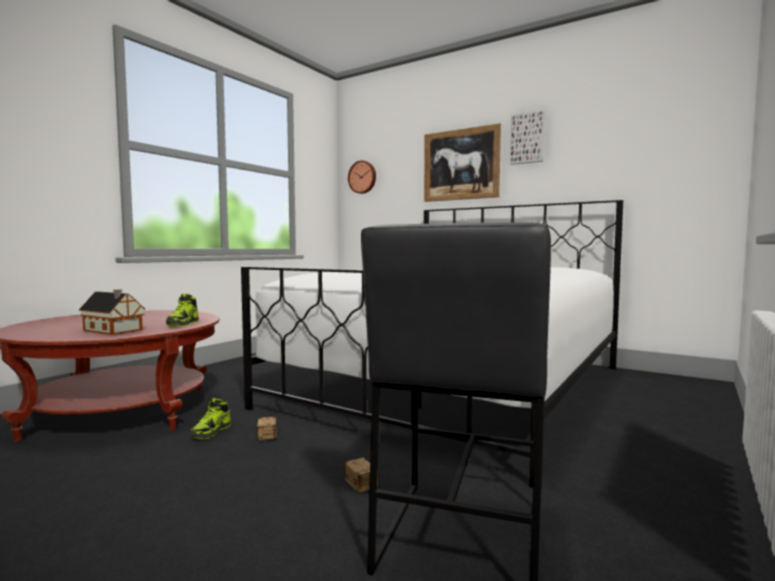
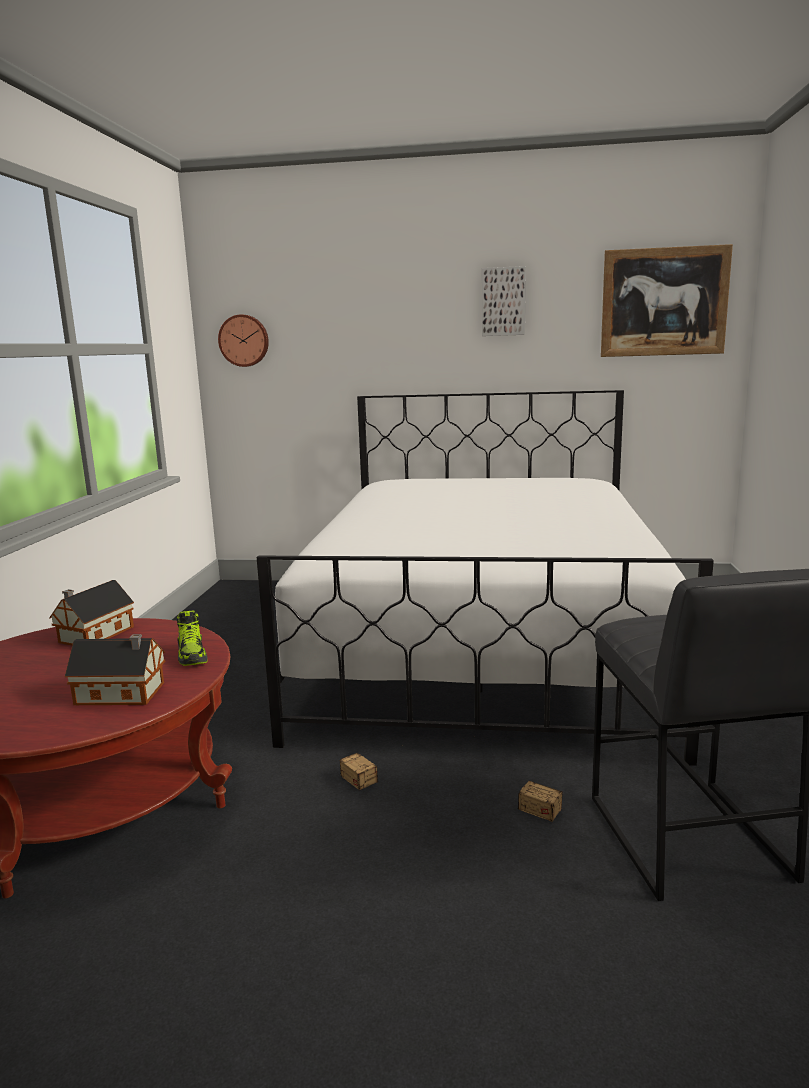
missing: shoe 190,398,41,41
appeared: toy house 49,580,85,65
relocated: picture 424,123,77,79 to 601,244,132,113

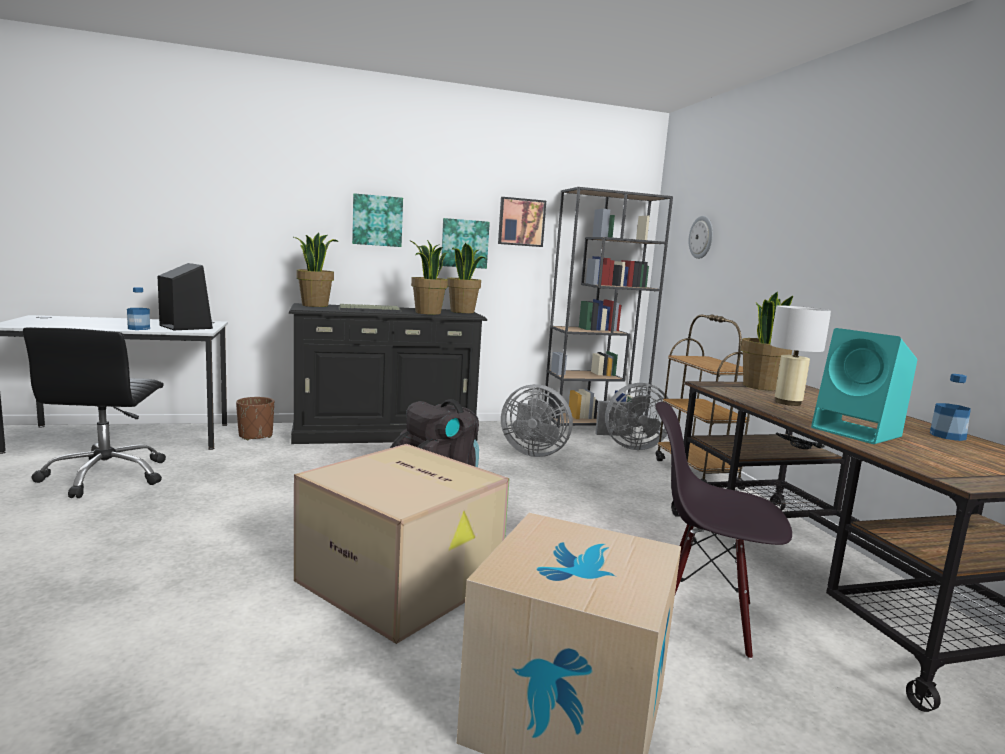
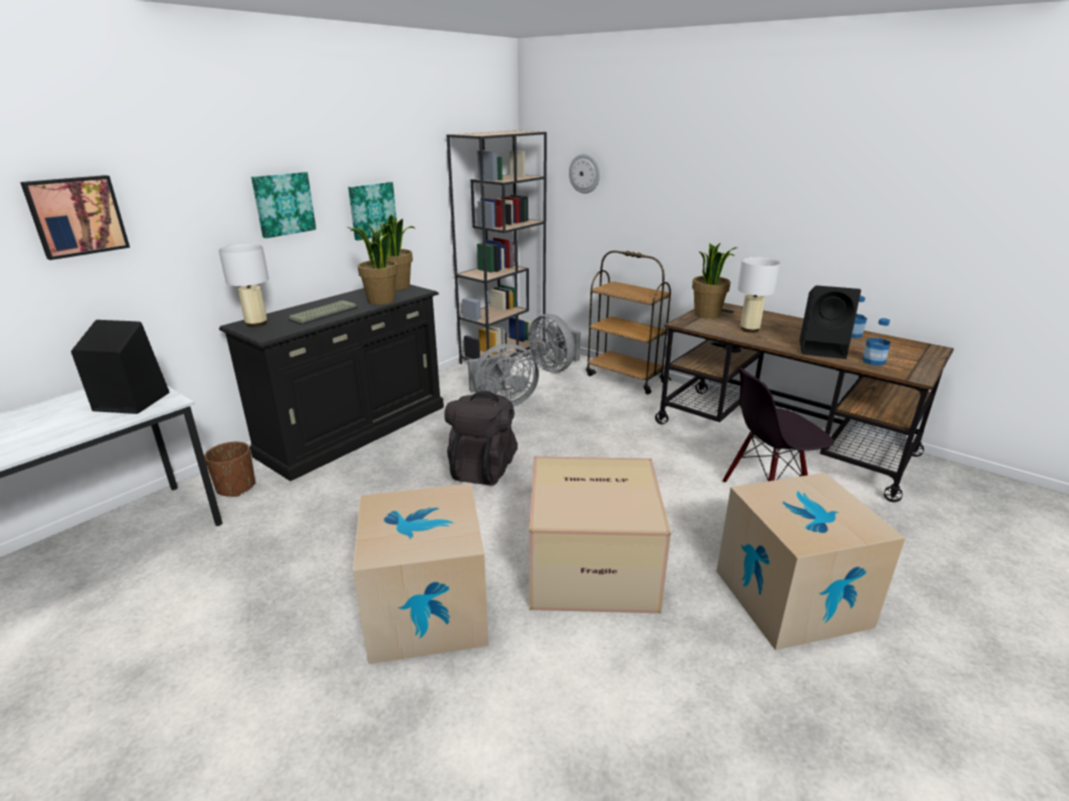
missing: black office chair 23,327,143,171
appeared: cardboard box 353,484,136,180
relocated: picture 498,197,48,50 to 20,175,110,85; bottle 127,287,23,43 to 862,318,28,48
exchanged: potted plant 294,233,45,74 to white table lamp 219,244,50,83
colour: turquoise speaker 811,328,106,116 to black speaker 799,285,62,74
spun: grey fan 595,383,77,67 = 528,314,53,59 90 degrees clockwise

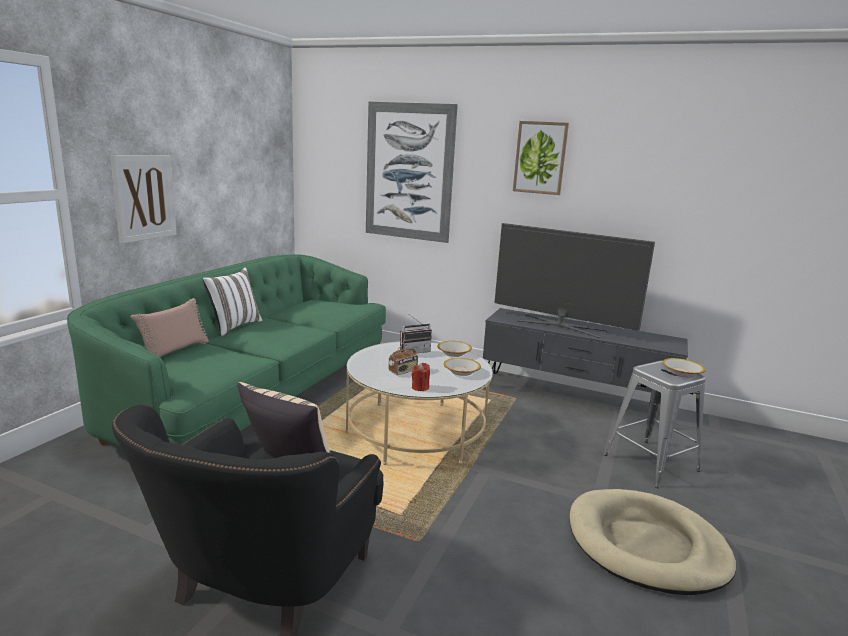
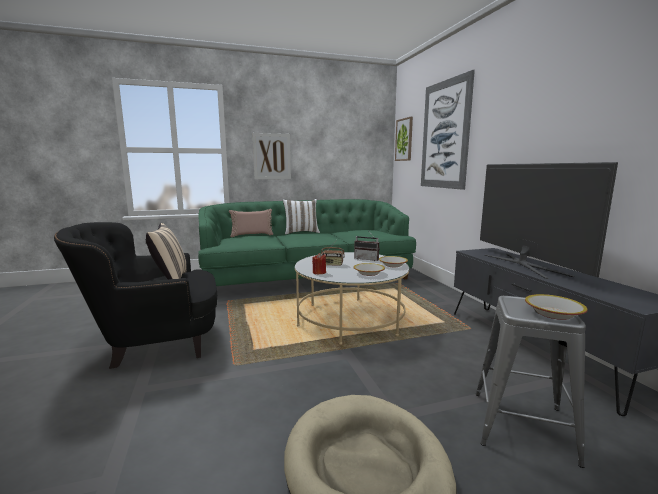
relocated: picture 513,121,56,74 to 395,117,18,44

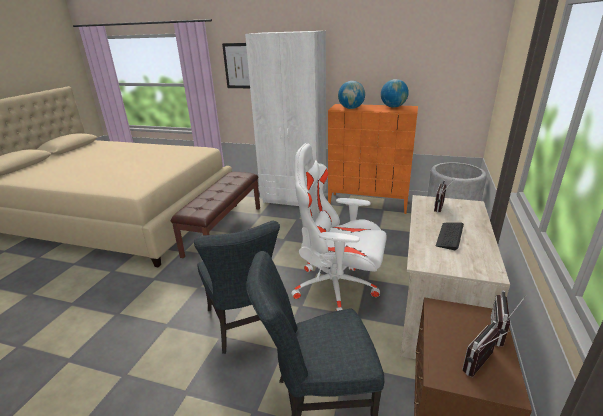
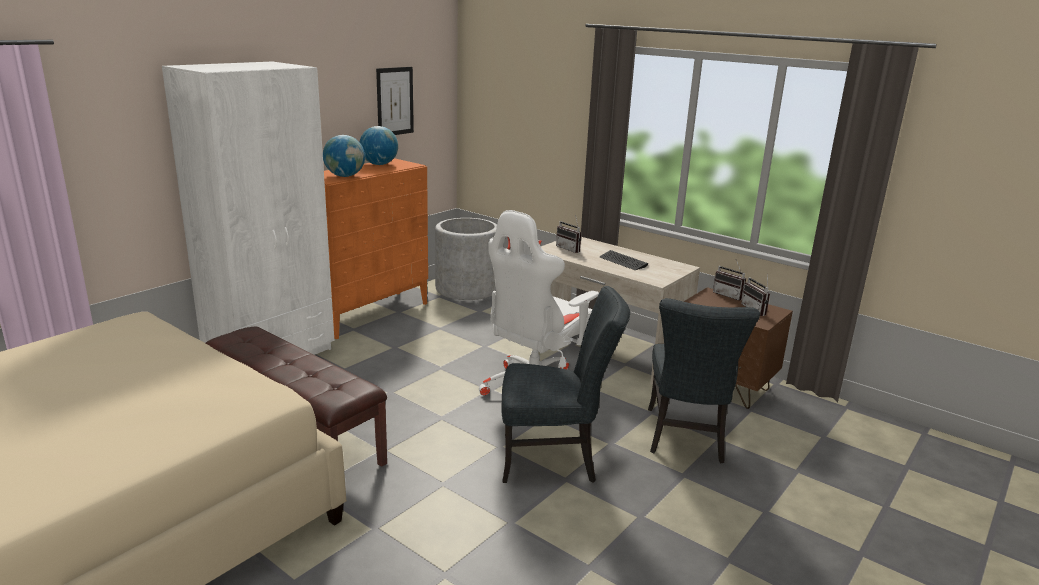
relocated: picture 222,43,28,45 to 376,67,38,68

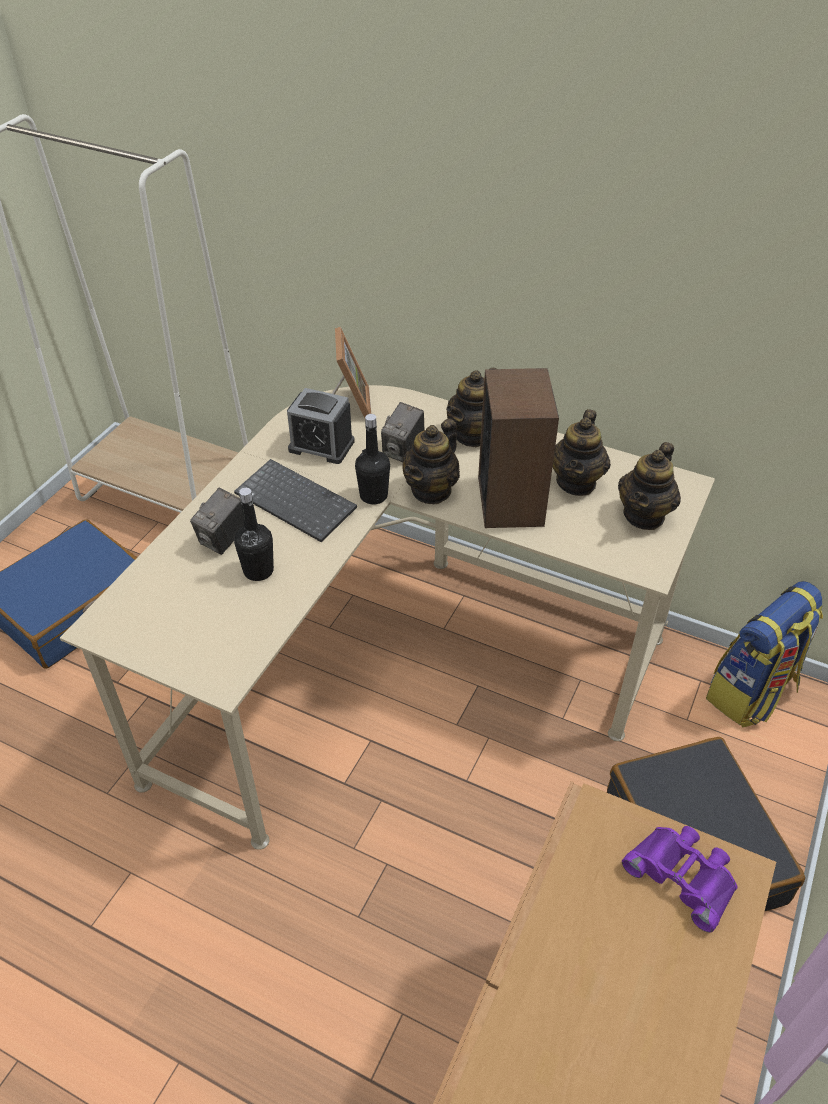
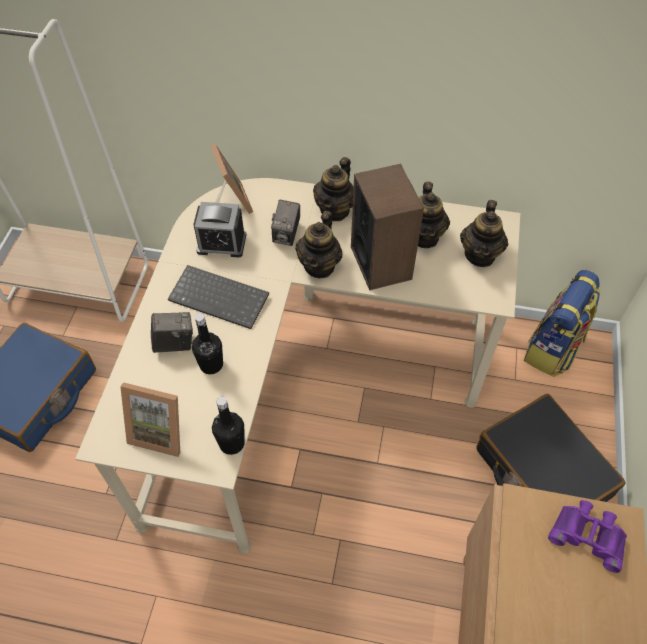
appeared: picture frame 120,382,60,75
relocated: black bottle 355,414,35,91 to 212,396,33,59
spun: photo camera 190,488,54,67 = 151,312,42,41 120 degrees counterclockwise

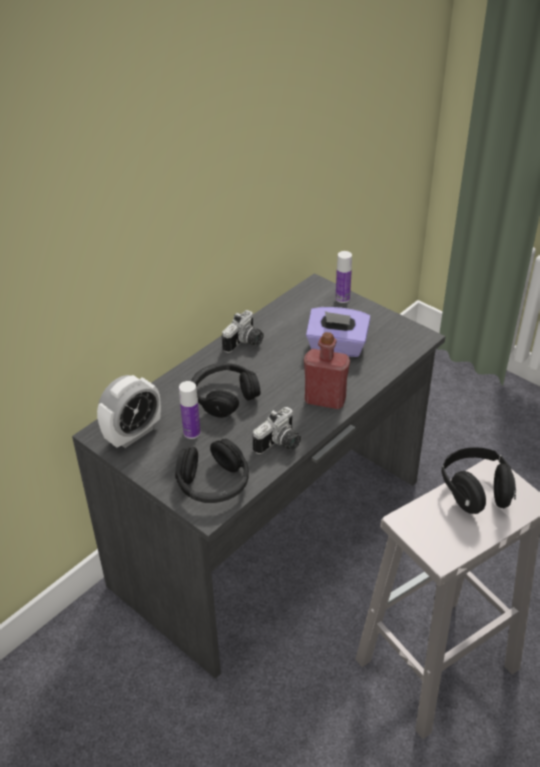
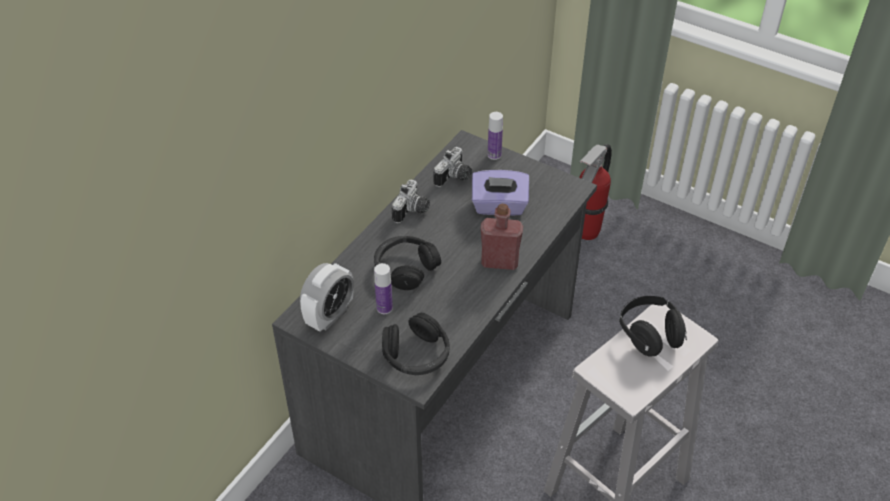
appeared: fire extinguisher 579,144,33,96
relocated: photo camera 253,407,48,47 to 433,147,39,40

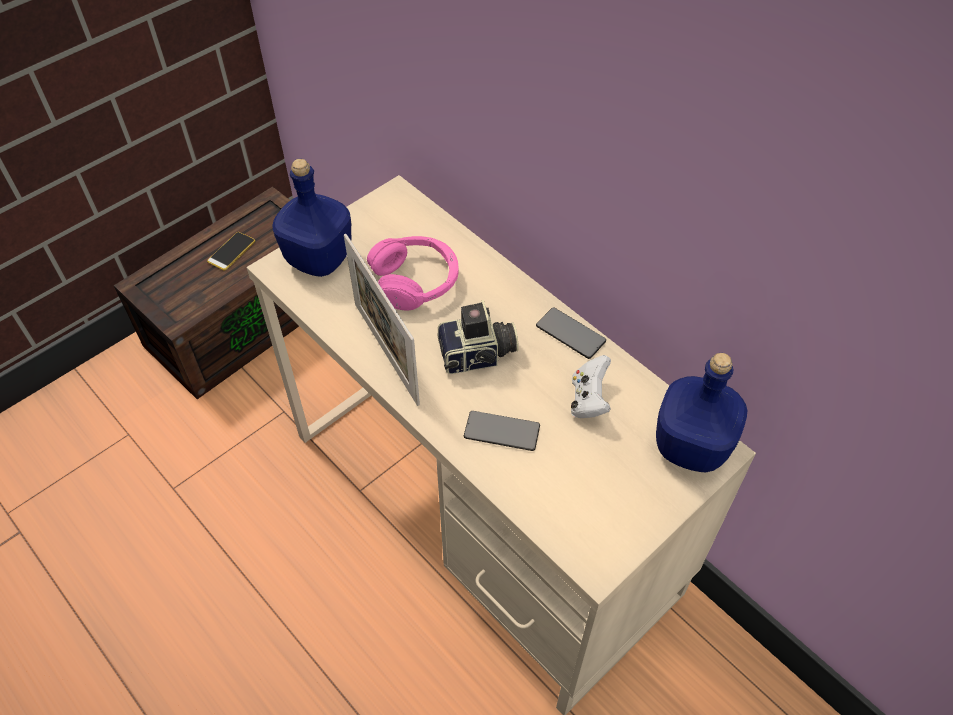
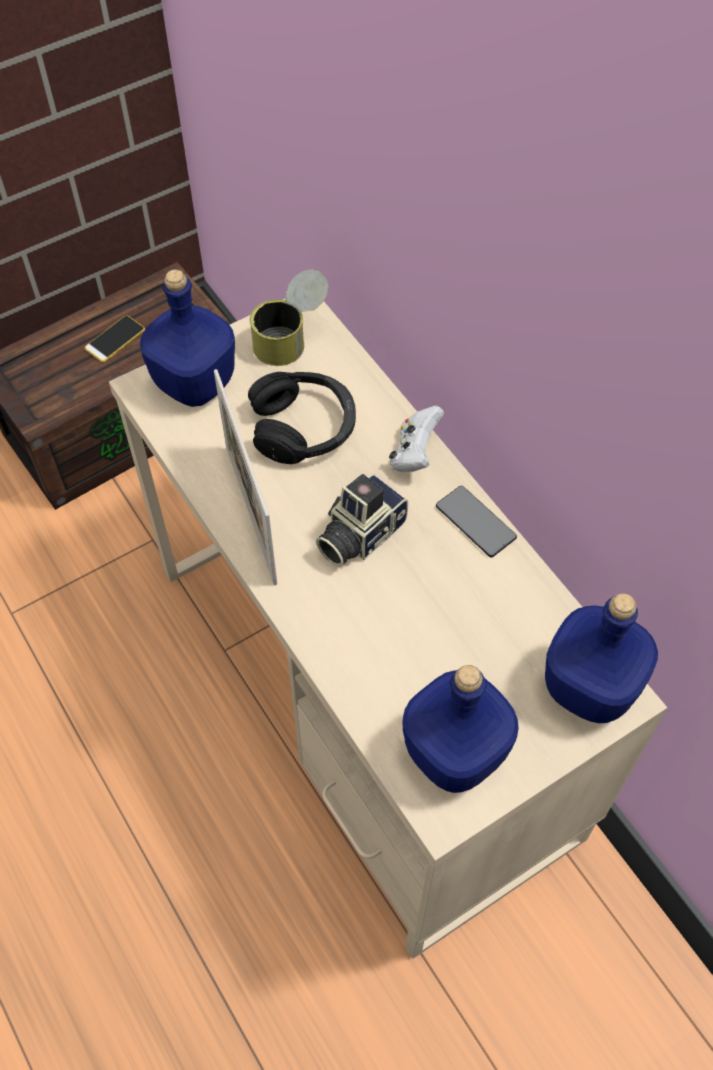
missing: phone 464,411,76,40
appeared: can 250,269,78,97; blue bottle 403,665,116,128
relocated: white game controller 571,355,40,63 to 389,406,55,66
colour: pink headphones 367,236,92,75 to black headphones 248,372,108,92
spun: photo camera 438,300,81,74 = 316,474,92,93 135 degrees clockwise

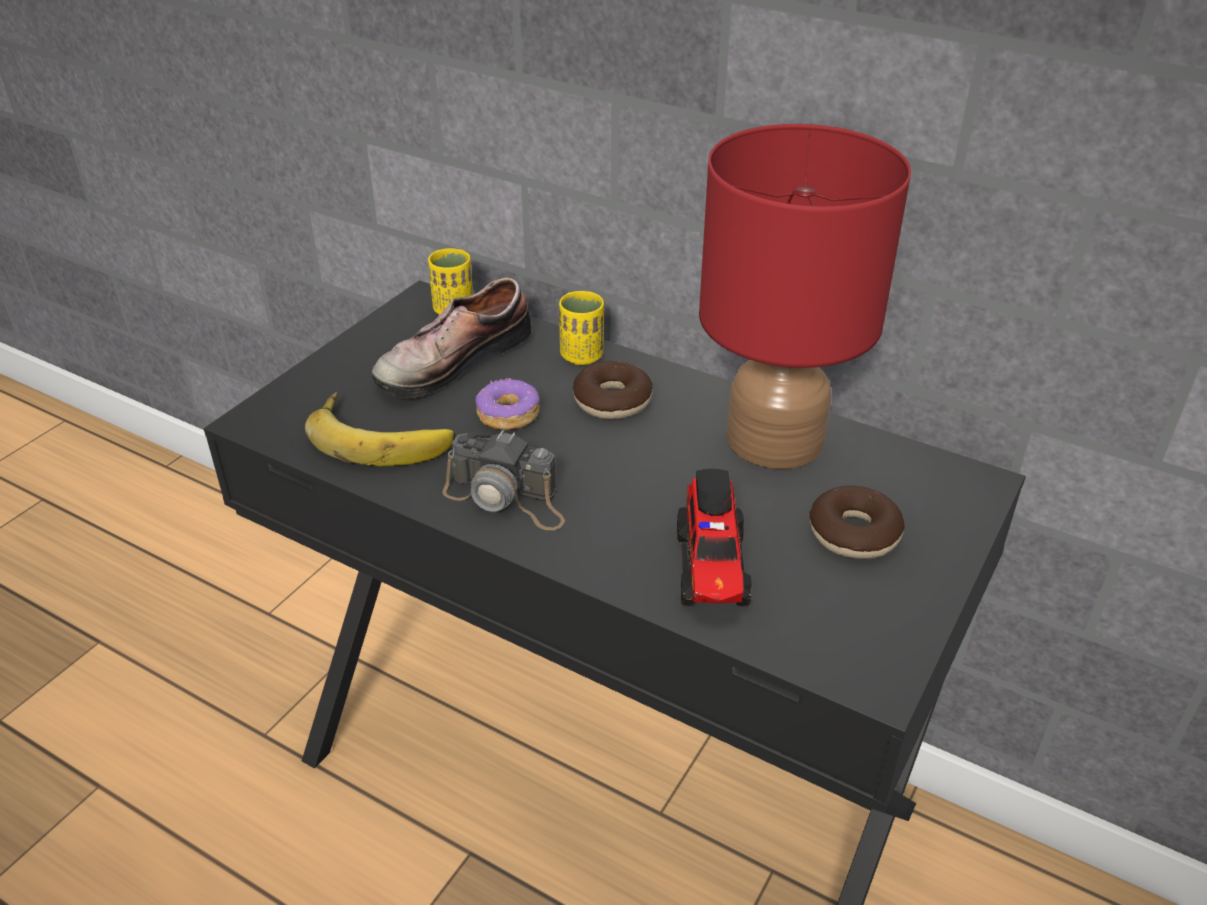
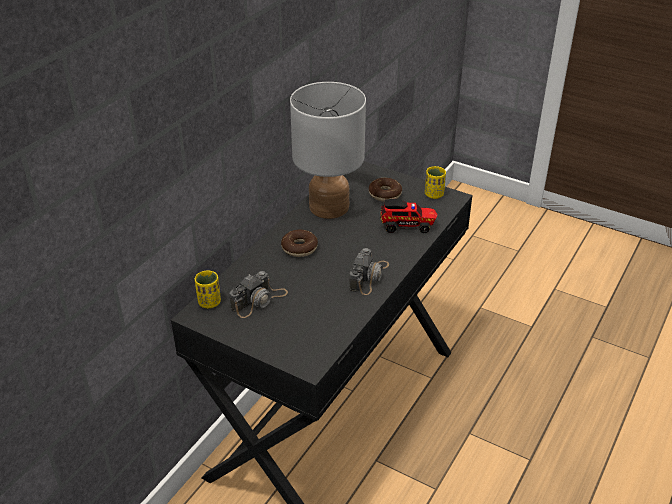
missing: donut 475,378,64,52; banana 305,391,150,75
relocated: yellow cup 559,291,45,74 to 425,166,21,33
exchanged: shoe 372,278,159,120 to photo camera 229,271,59,47
colour: red table lamp 699,124,212,345 to grey table lamp 290,82,76,137

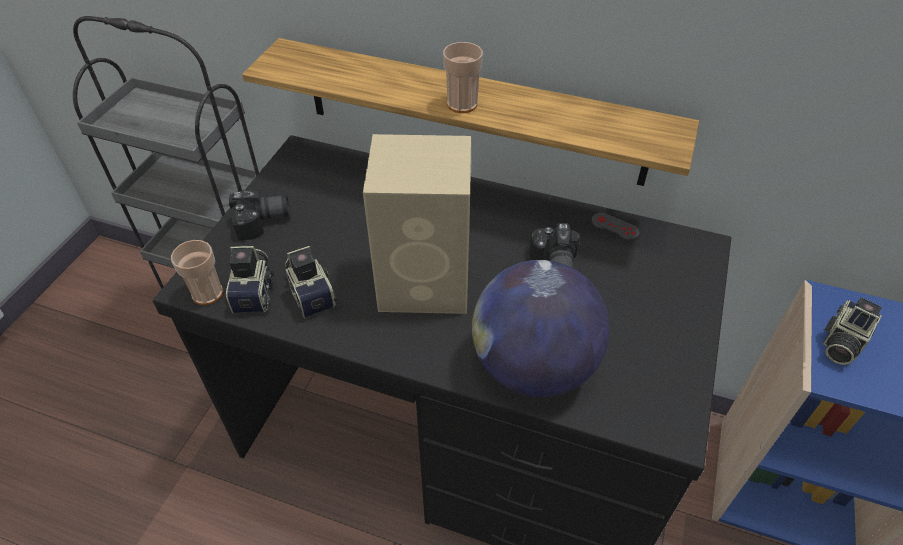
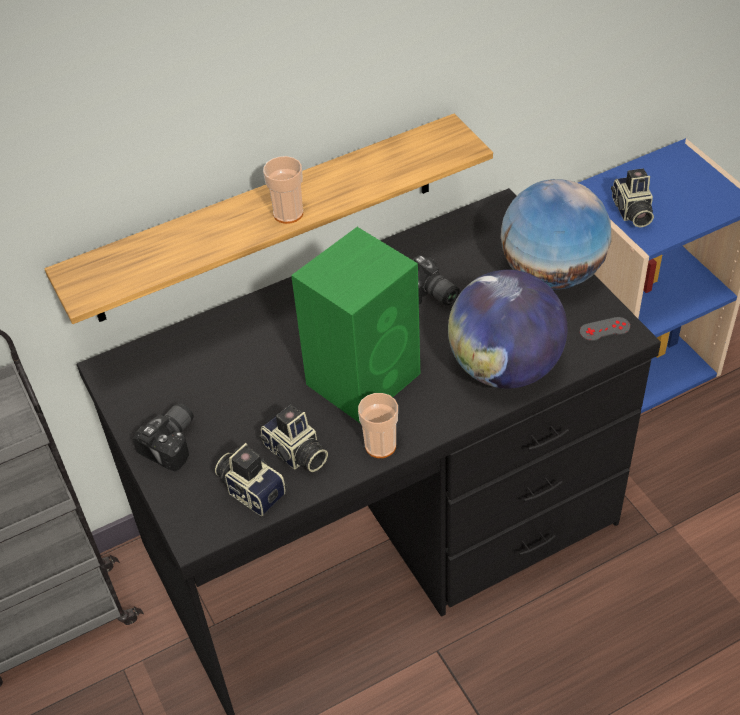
appeared: globe 501,179,111,111
relocated: grey game controller 592,213,47,27 to 580,317,50,24; cup 171,240,52,65 to 358,393,40,65
colour: beige speaker 363,134,108,180 to green speaker 291,227,129,197
spun: photo camera 285,246,52,72 = 259,405,69,67 150 degrees counterclockwise

